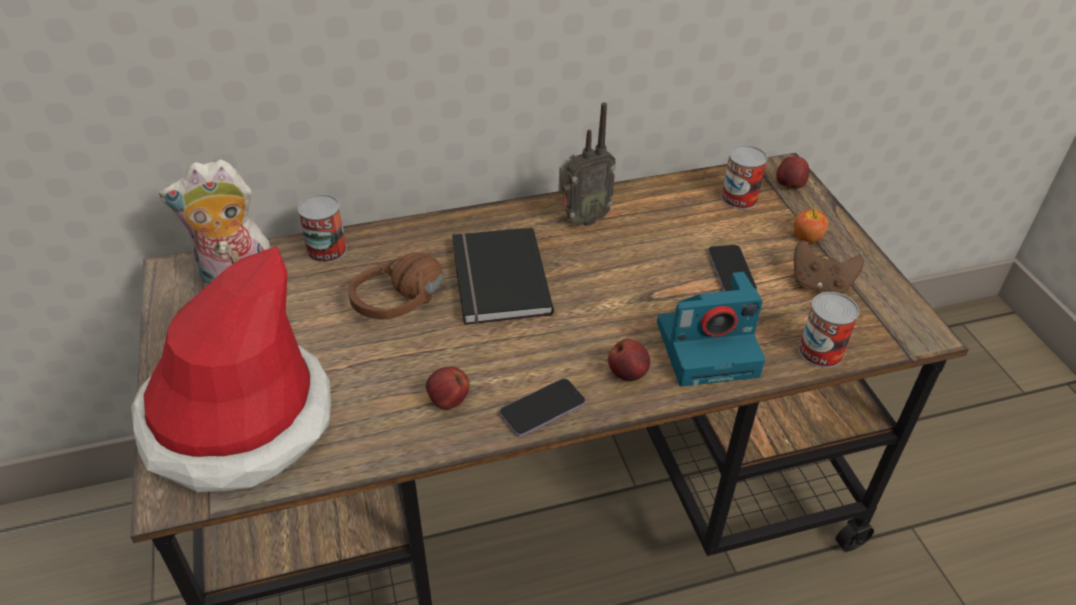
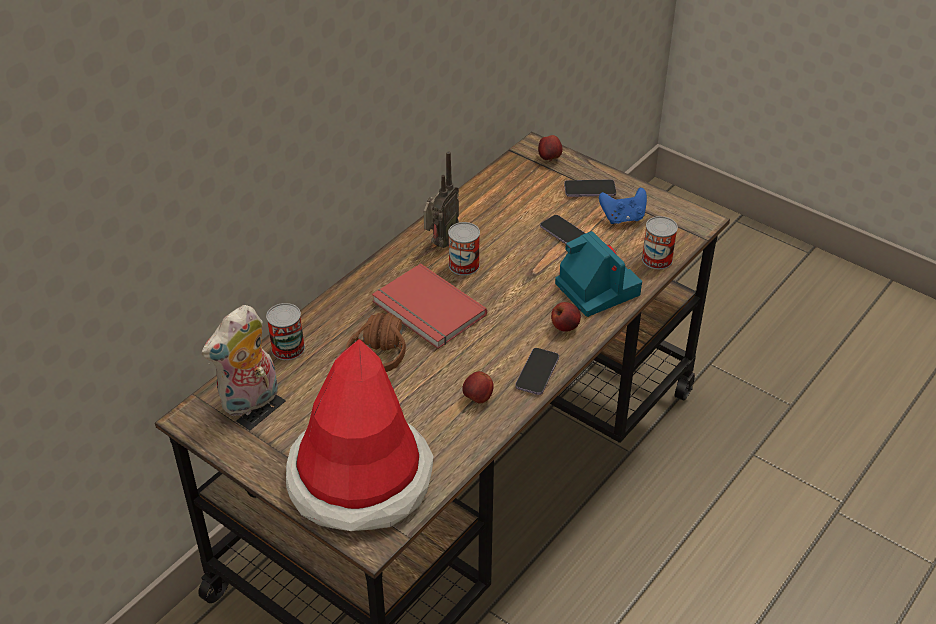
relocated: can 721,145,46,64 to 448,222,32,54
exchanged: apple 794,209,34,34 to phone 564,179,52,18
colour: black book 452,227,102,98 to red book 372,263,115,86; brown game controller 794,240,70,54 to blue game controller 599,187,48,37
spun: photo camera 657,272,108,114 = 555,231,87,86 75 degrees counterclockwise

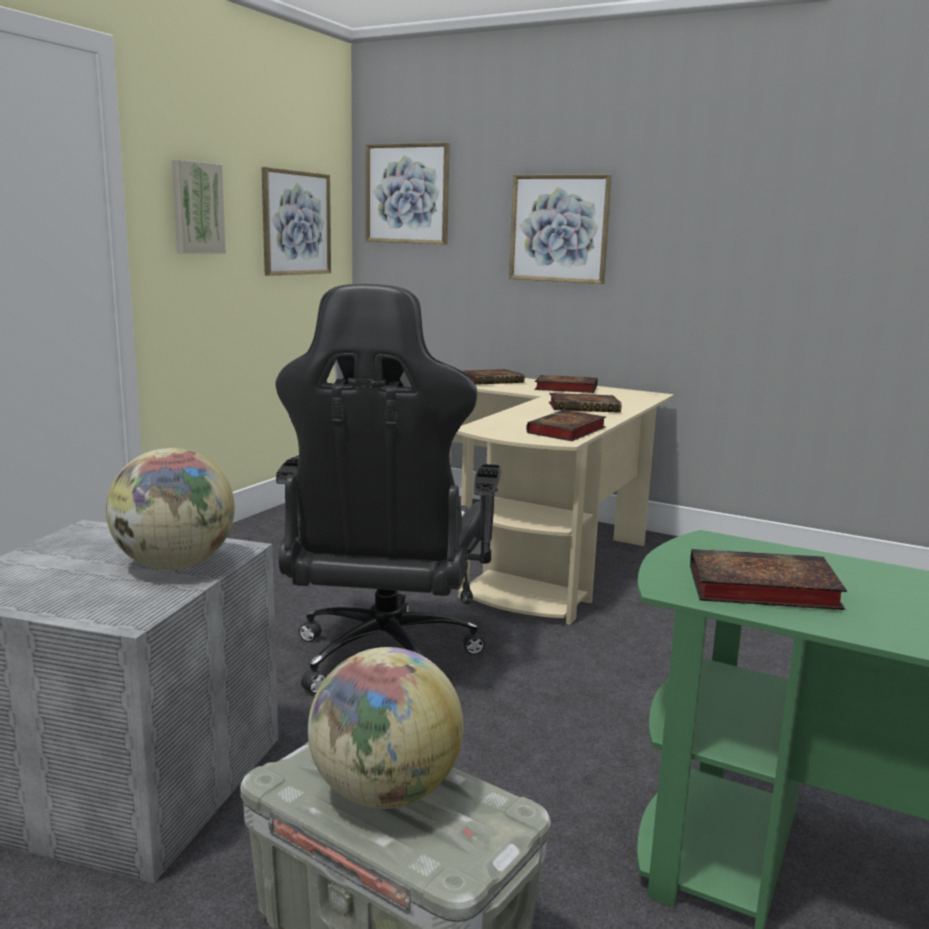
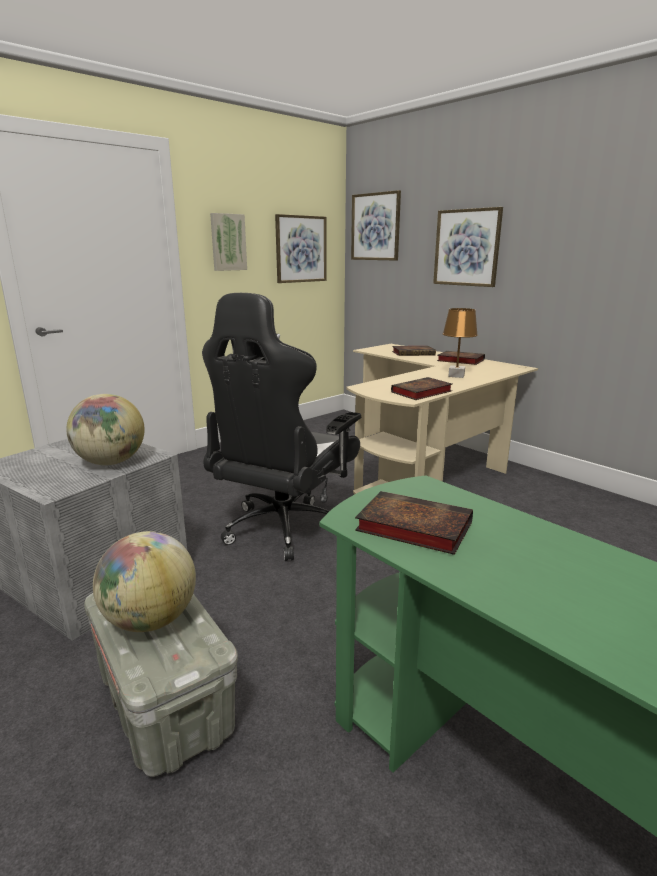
exchanged: book 549,393,73,20 to brown table lamp 443,308,35,70

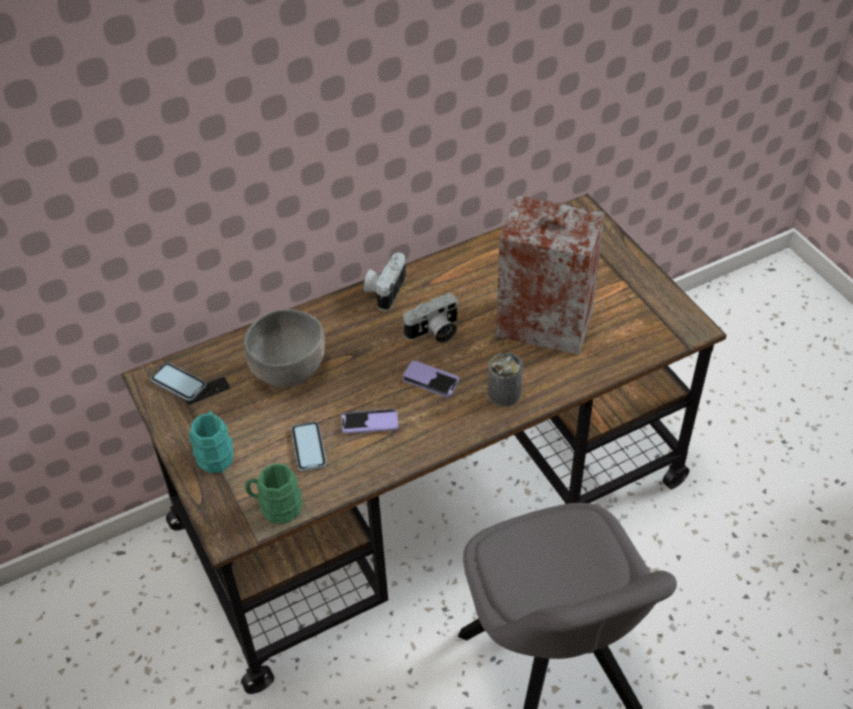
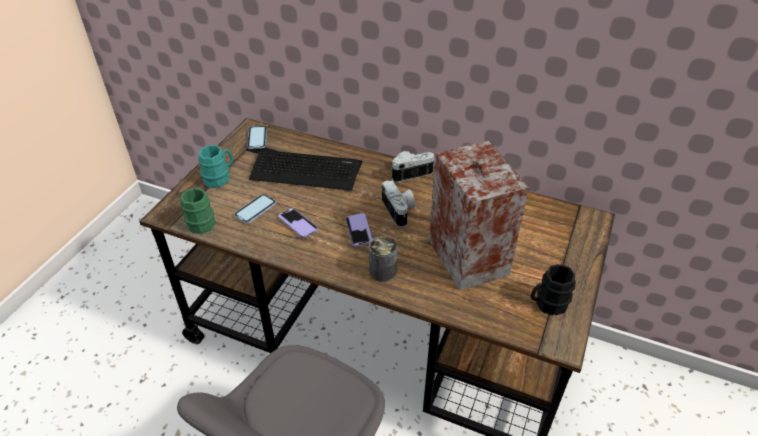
appeared: black mug 531,264,45,51
exchanged: grey bowl 244,309,81,78 to keyboard 249,150,113,41
spun: photo camera 402,293,56,50 = 382,180,33,47 135 degrees counterclockwise

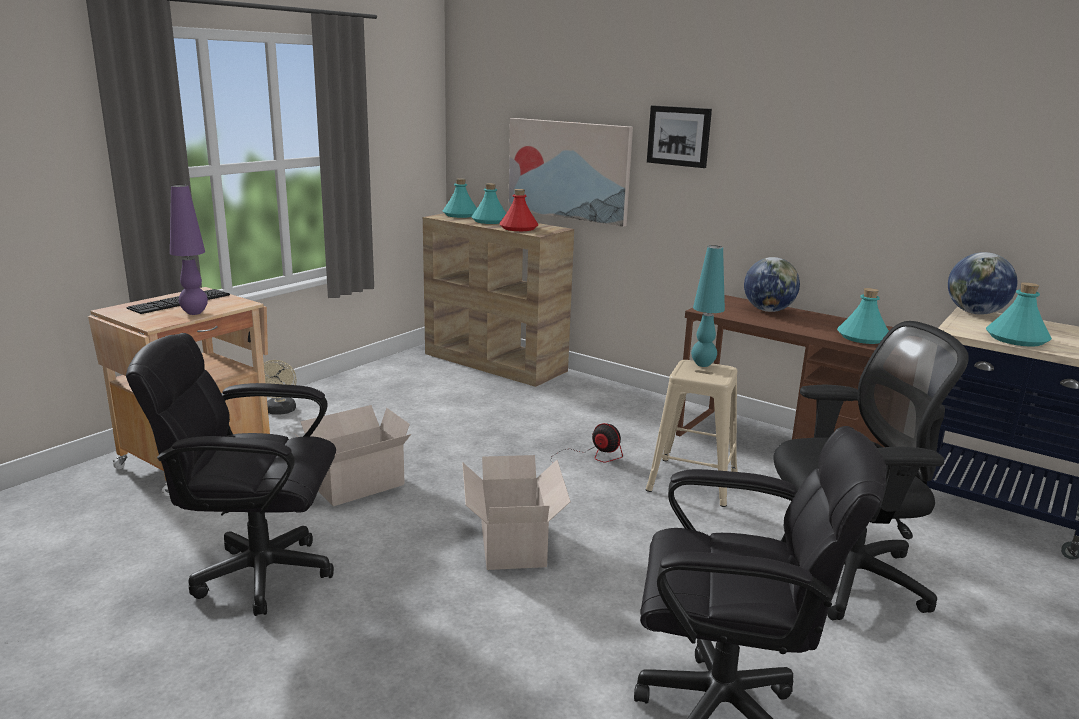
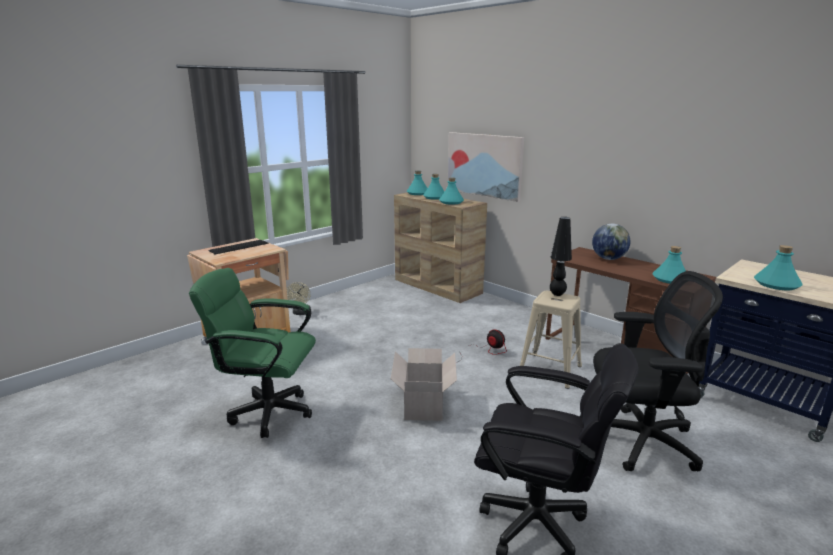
missing: picture 647,106,65,62; purple table lamp 170,185,38,130; globe 948,252,69,63; cardboard box 294,405,117,101
colour: red bottle 499,189,39,42 to turquoise bottle 439,178,25,27; turquoise table lamp 691,245,34,122 to black table lamp 550,217,22,79; black office chair 126,333,210,283 to green office chair 189,268,127,170

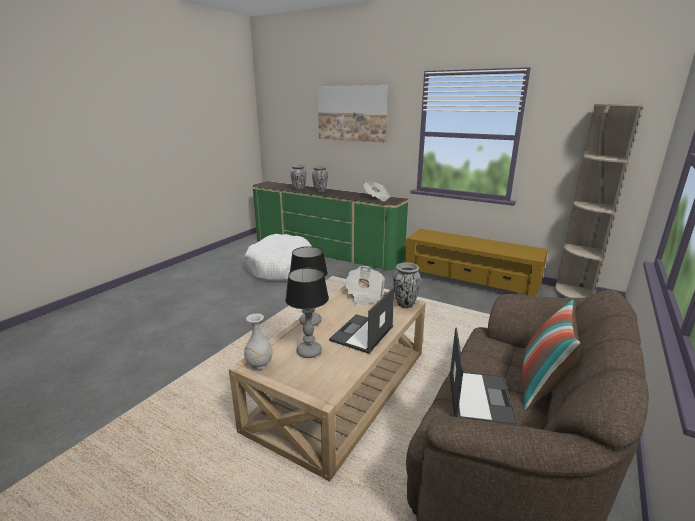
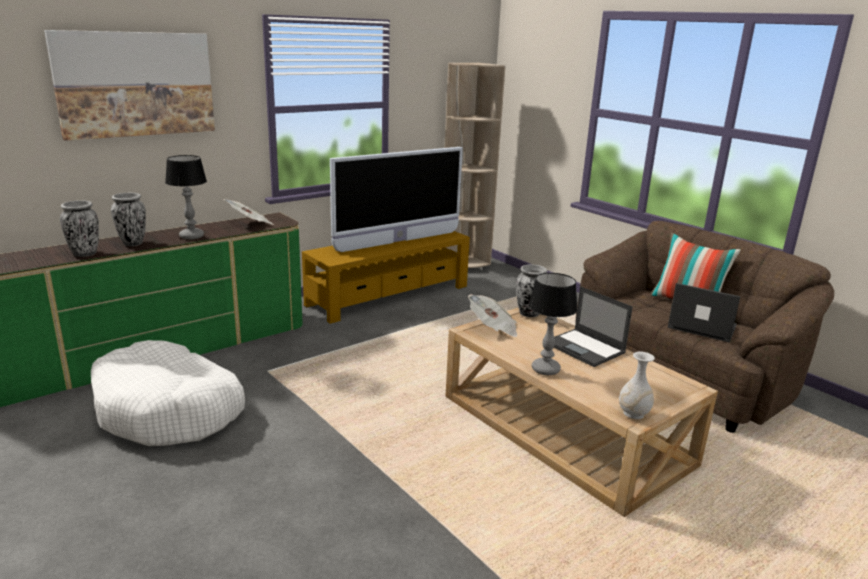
appeared: television 330,147,133,105
relocated: table lamp 285,268,44,90 to 165,155,42,85

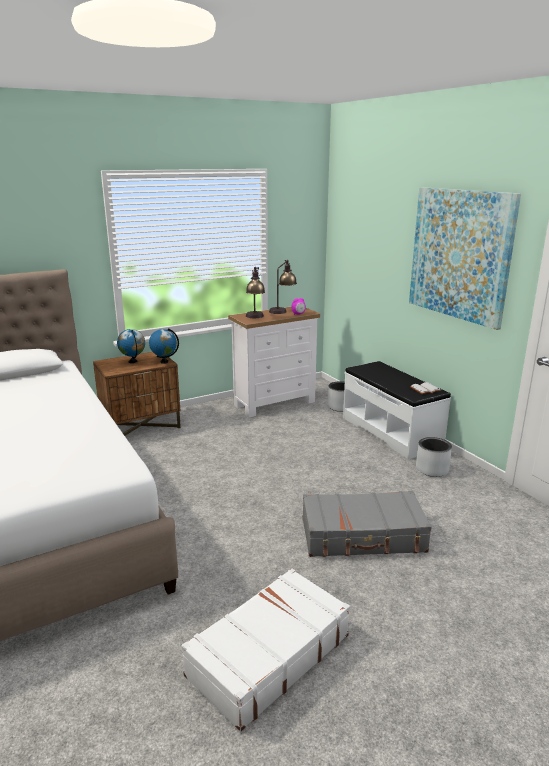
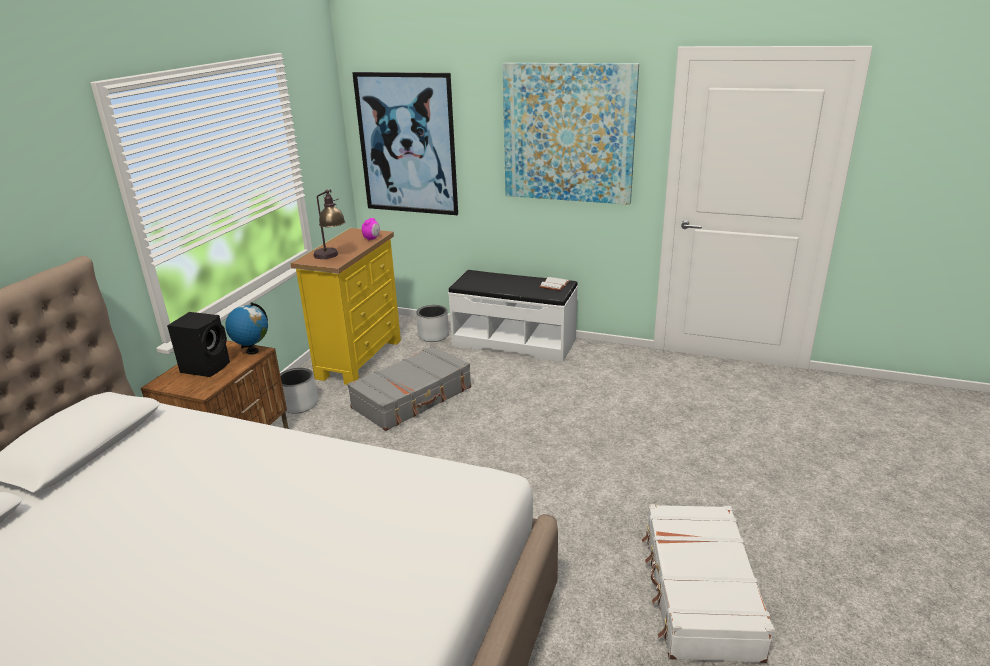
missing: table lamp 269,260,28,54
appeared: picture 352,72,106,143
relocated: grey planter 416,437,36,40 to 280,368,38,45; grey suitcase 302,491,130,66 to 347,346,124,85
exchanged: globe 117,329,28,34 to black speaker 167,312,63,65
colour: white dresser 228,307,93,111 to yellow dresser 290,228,111,157

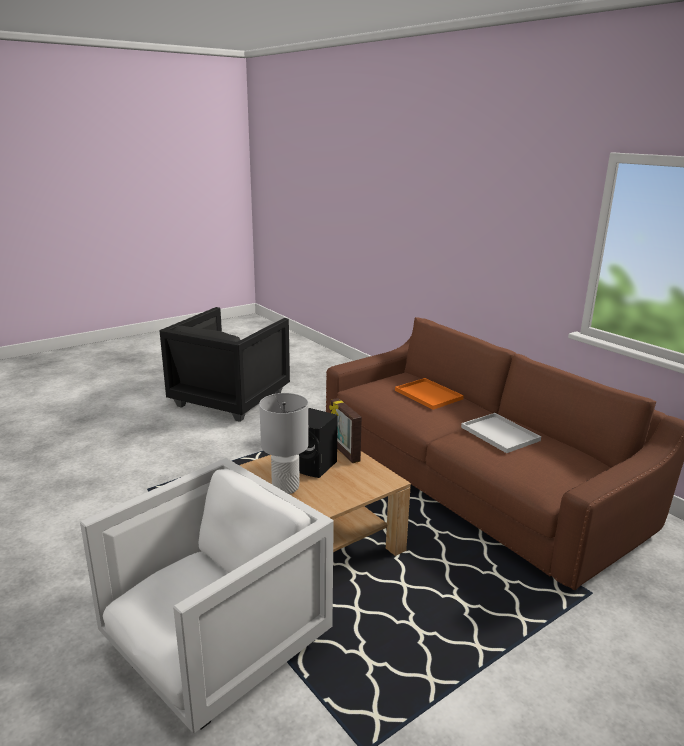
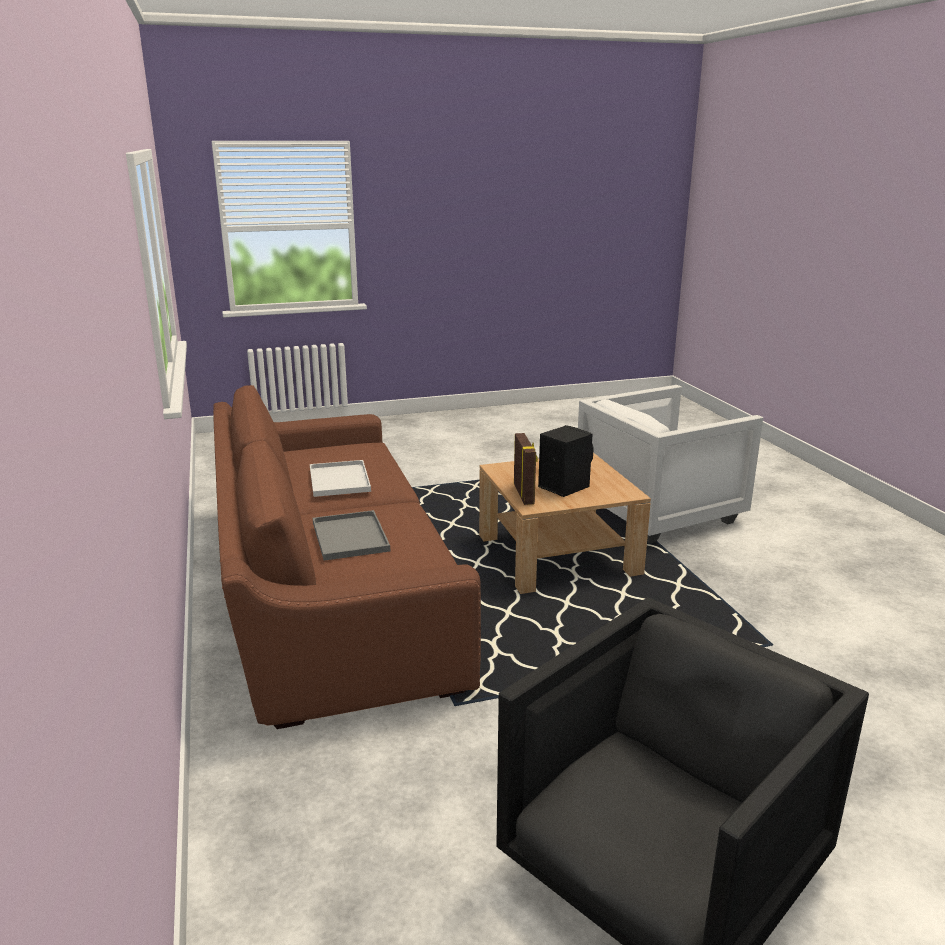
missing: grey table lamp 259,393,50,101
colour: orange tray 395,378,69,32 to grey tray 313,510,77,51

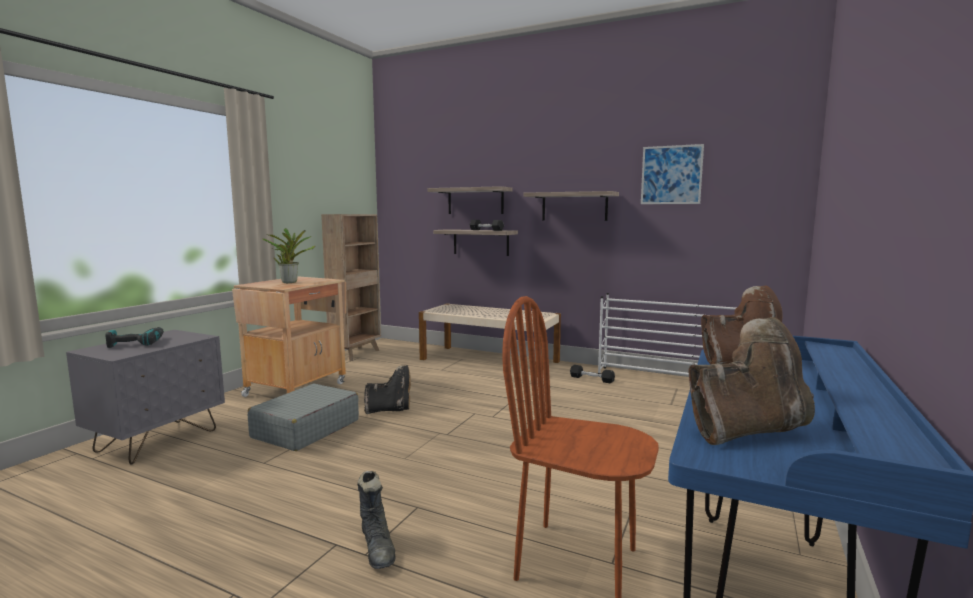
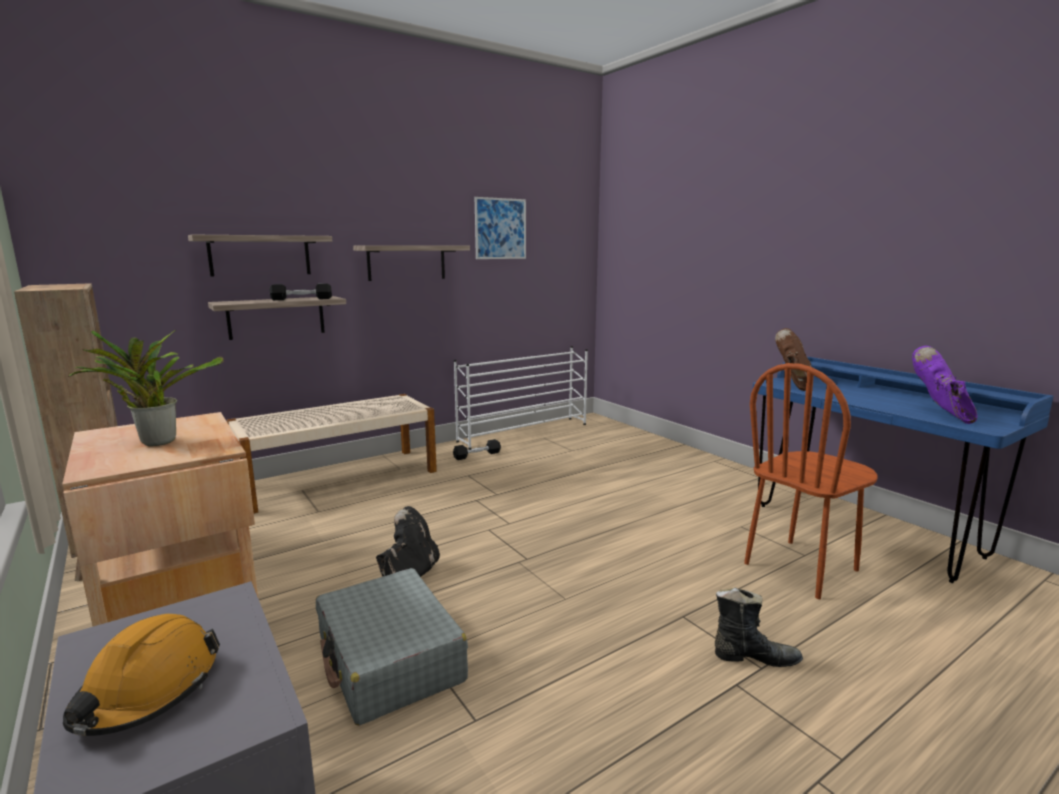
exchanged: power drill 106,327,58,21 to orange hard hat 63,614,157,122
colour: brown boot 688,317,127,128 to purple boot 912,346,65,78

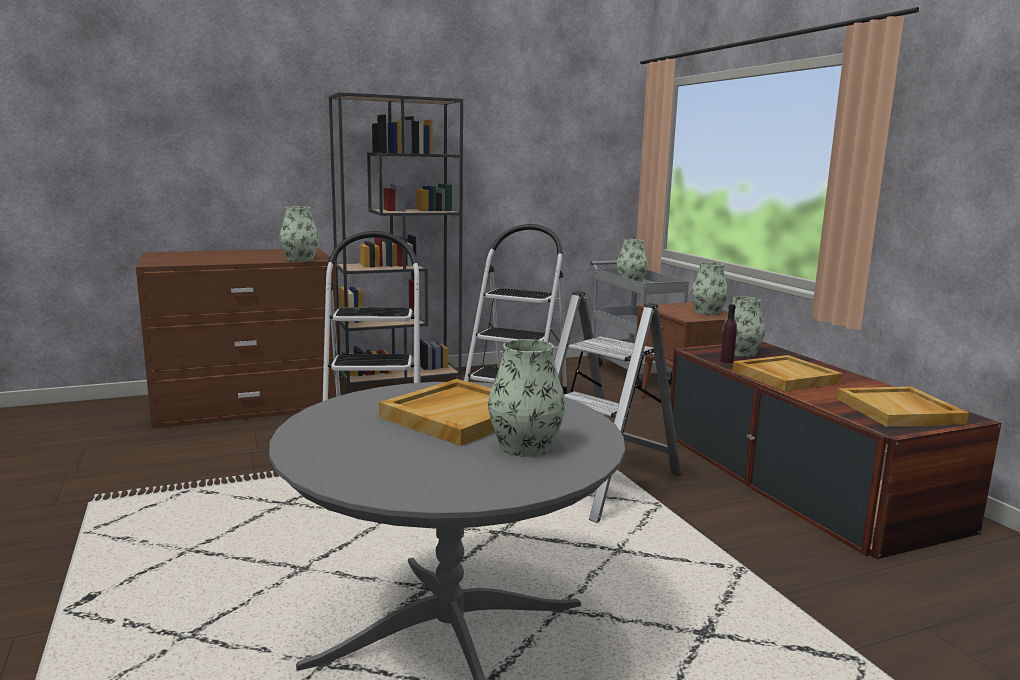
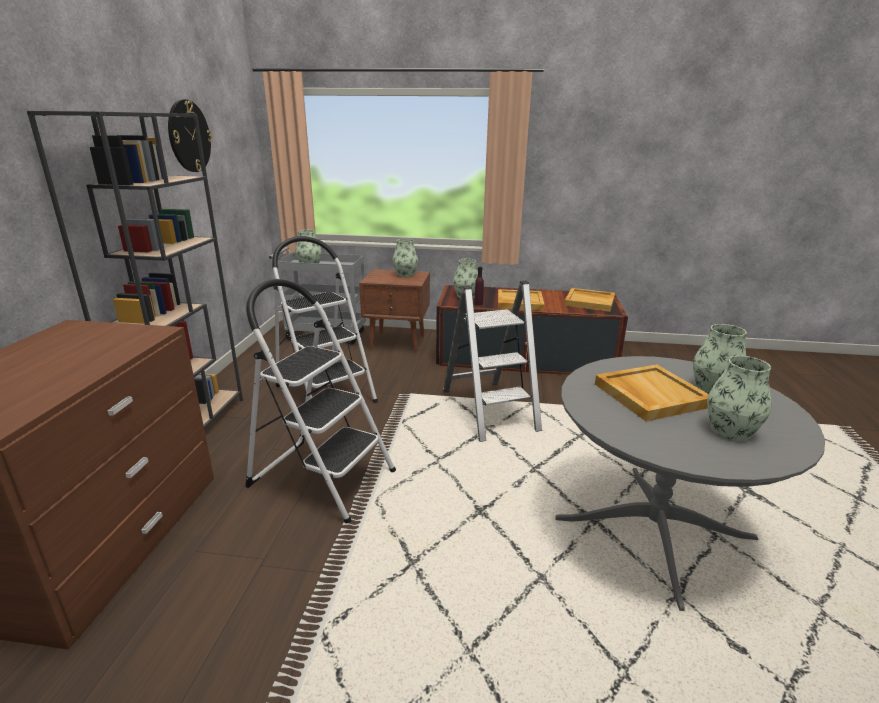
appeared: wall clock 168,99,44,73
relocated: vase 280,206,39,55 to 707,356,64,85

